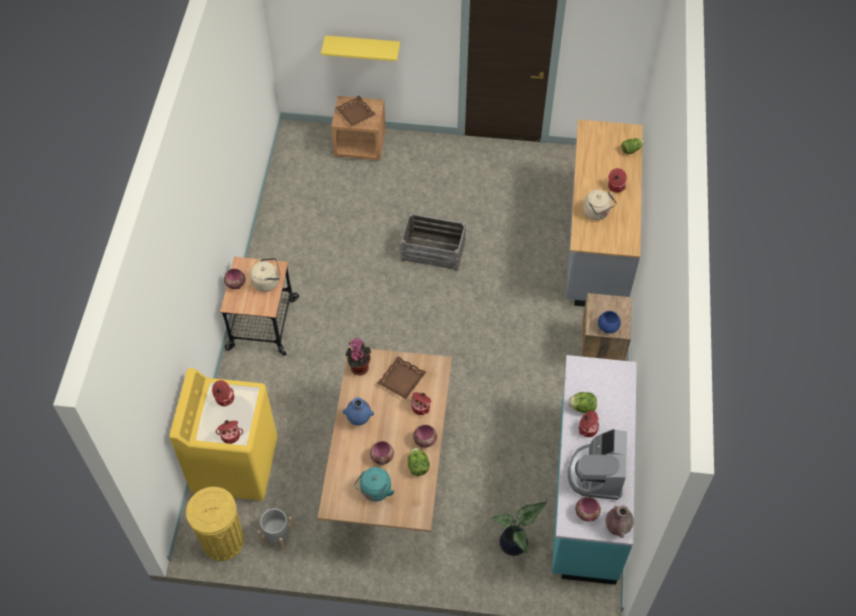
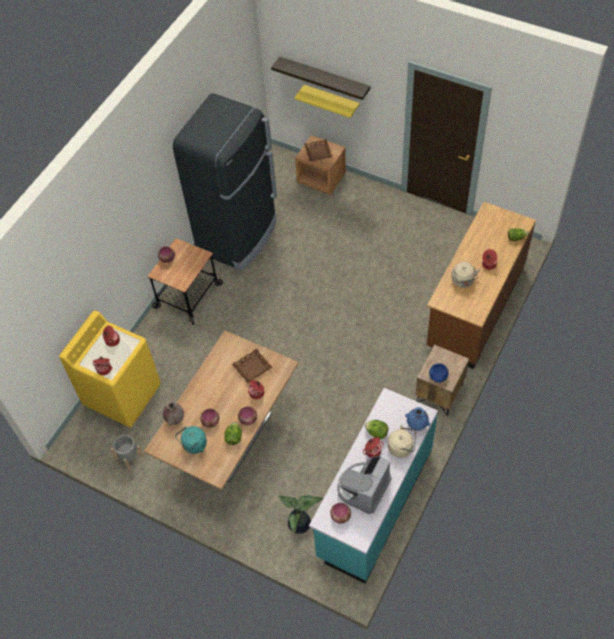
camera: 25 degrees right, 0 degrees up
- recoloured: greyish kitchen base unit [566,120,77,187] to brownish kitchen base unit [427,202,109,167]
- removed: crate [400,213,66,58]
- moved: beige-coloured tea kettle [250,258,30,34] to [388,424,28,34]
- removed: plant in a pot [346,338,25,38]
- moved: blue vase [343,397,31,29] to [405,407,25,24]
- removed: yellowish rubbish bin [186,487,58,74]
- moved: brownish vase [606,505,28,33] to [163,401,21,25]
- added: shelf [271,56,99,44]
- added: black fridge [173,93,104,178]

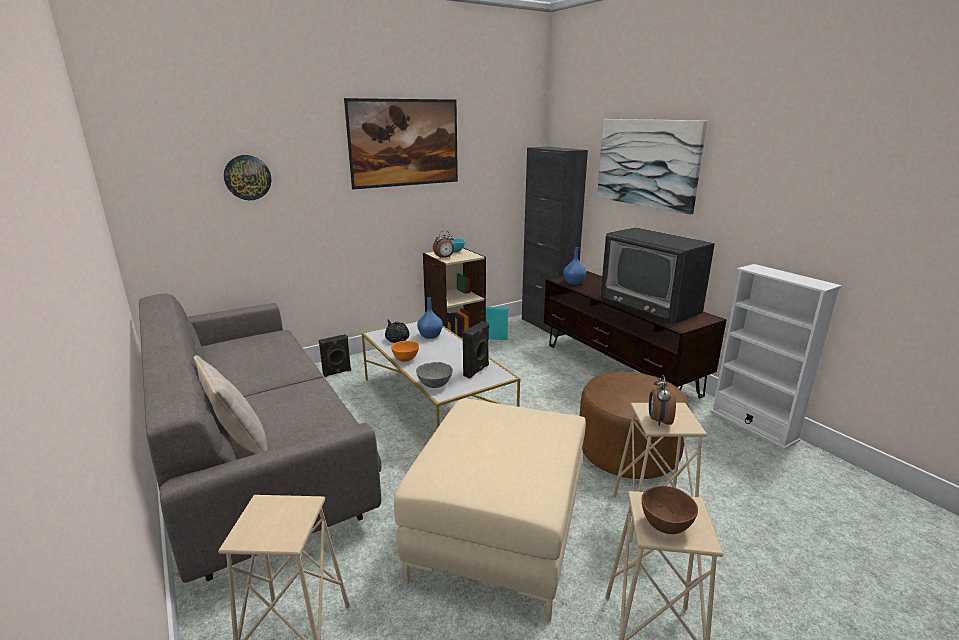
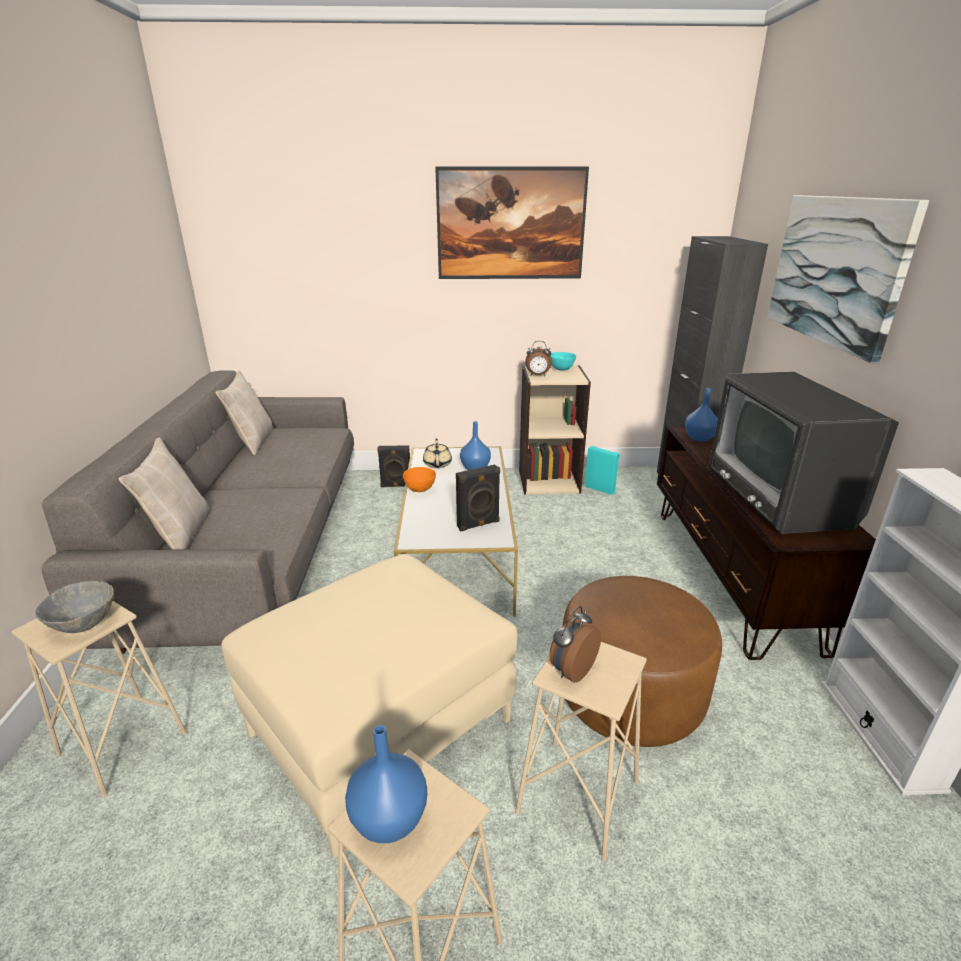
camera: 30 degrees right, 5 degrees up
- removed: hanging clock [224,155,47,45]
- recoloured: black pot for tea [385,320,25,23] to beige-coloured pot for tea [423,439,29,29]
- moved: greyish bowl [416,362,37,26] to [35,581,79,52]
- replaced: brownish bowl [641,486,57,48] to blue vase [345,725,82,118]
- added: beige-coloured pillow [215,370,58,85]

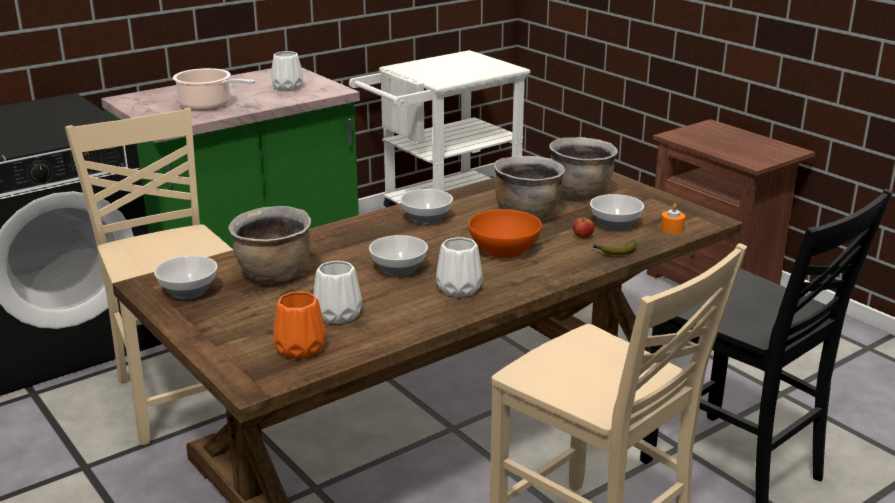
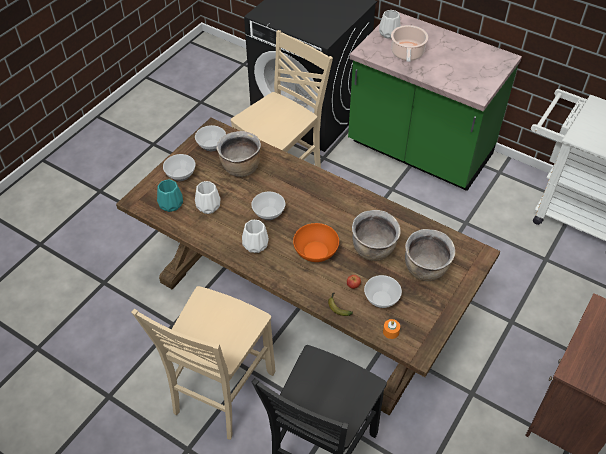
camera: 70 degrees right, 25 degrees up
- moved: white-coloured vase [271,51,32,40] to [379,10,22,29]
- moved: bowl [400,189,53,36] to [163,154,33,27]
- recoloured: orangey vase [273,291,53,68] to turquoise-coloured vase [157,179,26,33]

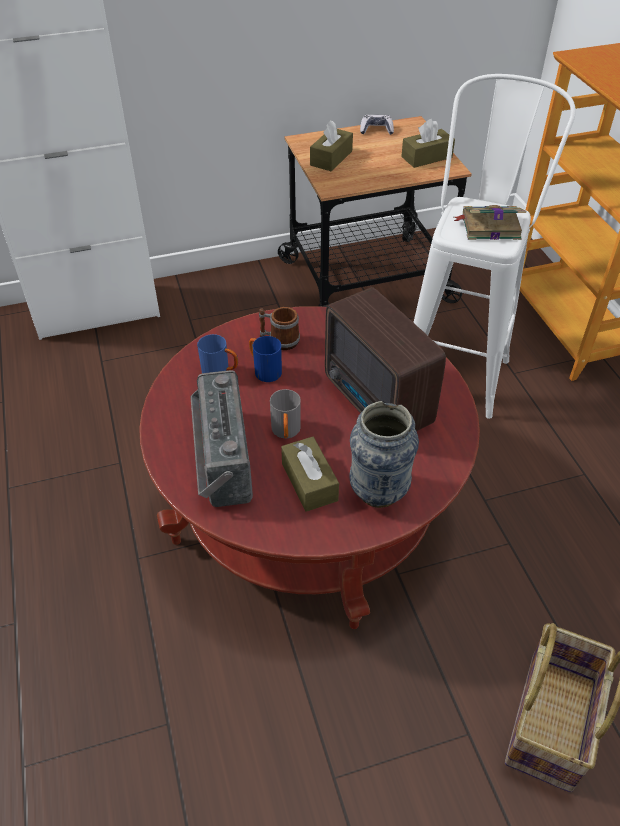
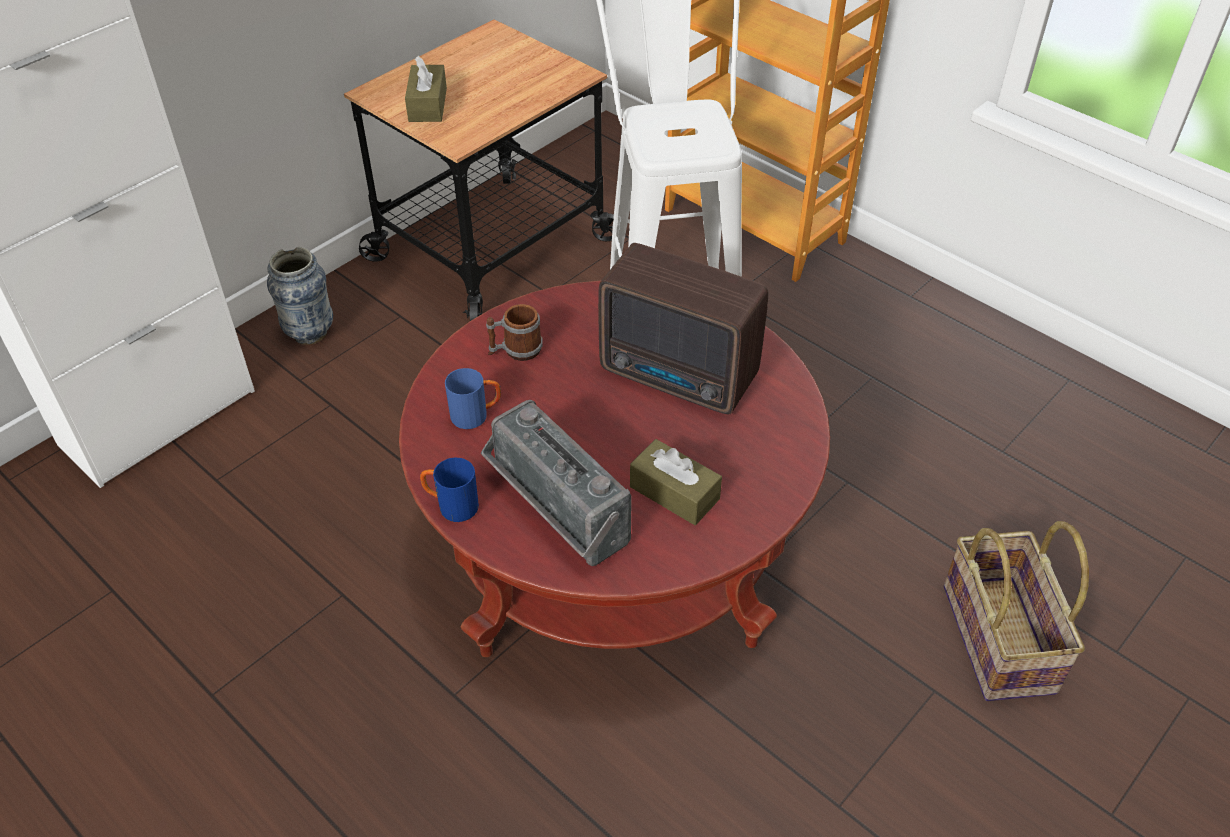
camera: 30 degrees left, 0 degrees up
- removed: joypad [360,115,34,20]
- removed: brownish box of tissues [401,119,54,49]
- removed: bound book [454,205,72,35]
- moved: blue mug [249,336,33,46] to [420,458,59,64]
- removed: greyish mug [270,389,31,49]
- moved: vase [349,401,70,107] to [267,247,66,98]

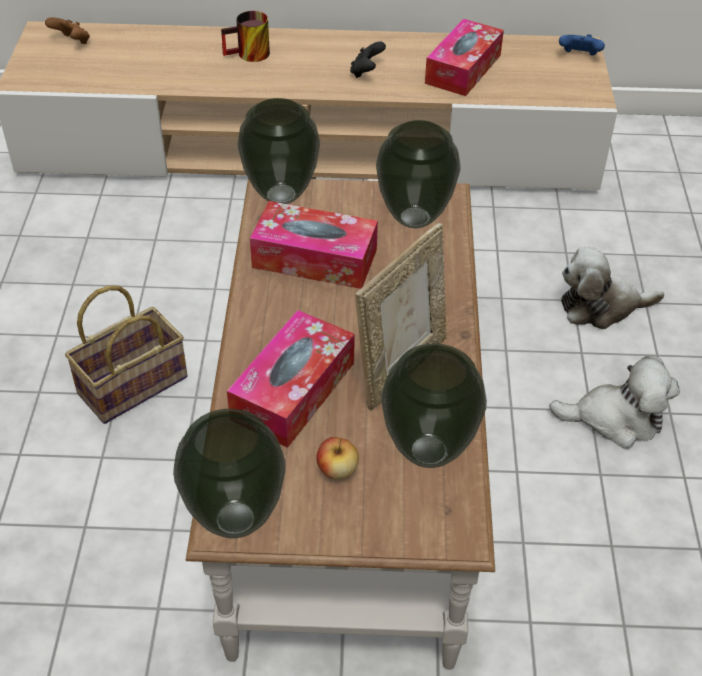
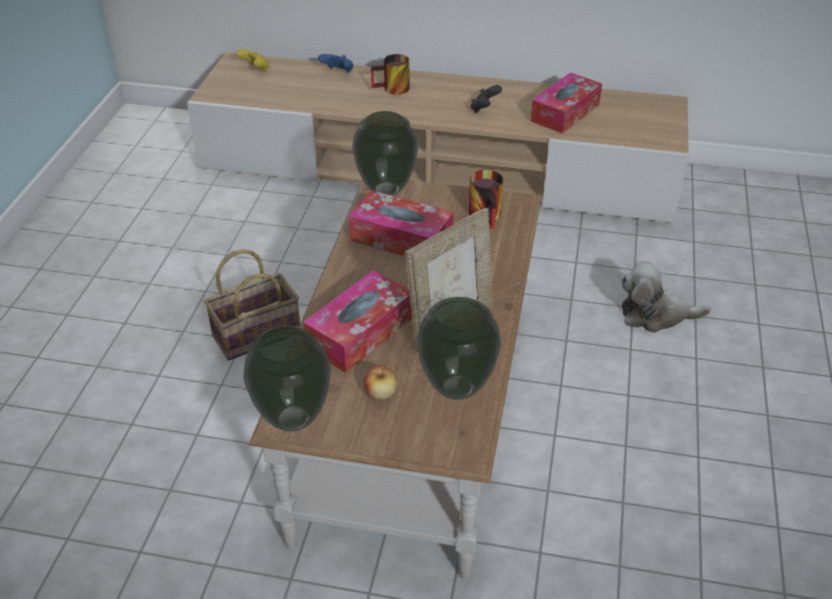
camera: 10 degrees right, 5 degrees down
- recoloured: brownish joypad [45,17,45,27] to yellowish joypad [236,49,34,23]
- moved: blue joypad [559,34,46,22] to [318,54,35,18]
- replaced: vase [376,120,84,108] to mug [468,170,35,59]
- removed: cuddly toy [549,355,131,94]

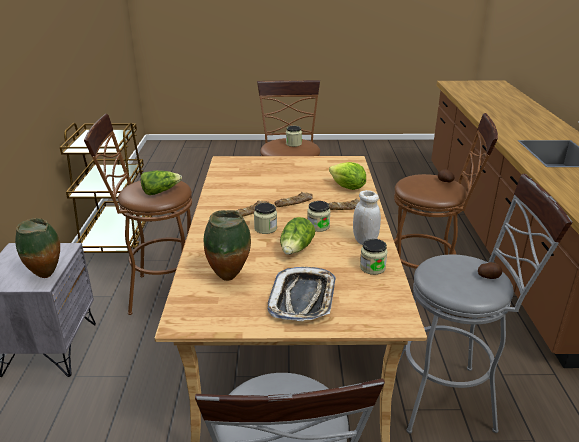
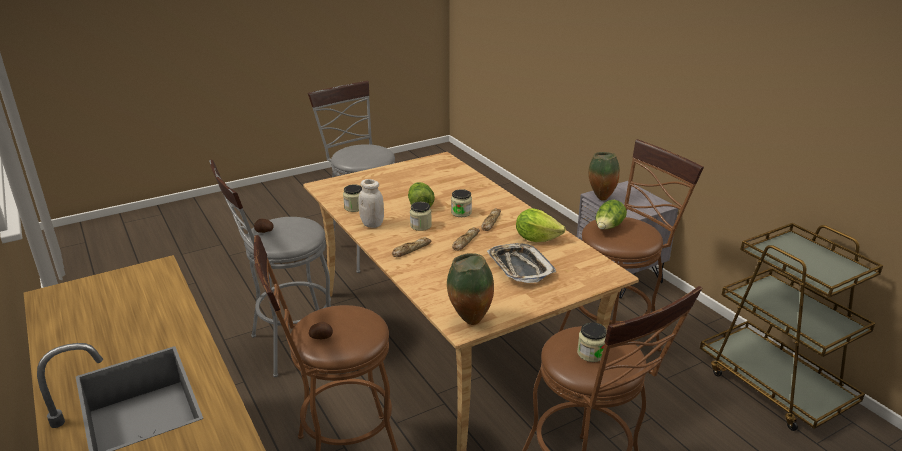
camera: 150 degrees right, 0 degrees up
- moved: head of lettuce [329,162,37,28] to [516,208,50,34]
- moved: vase [204,210,47,71] to [447,253,47,72]
- moved: tray [268,267,68,54] to [487,243,69,40]

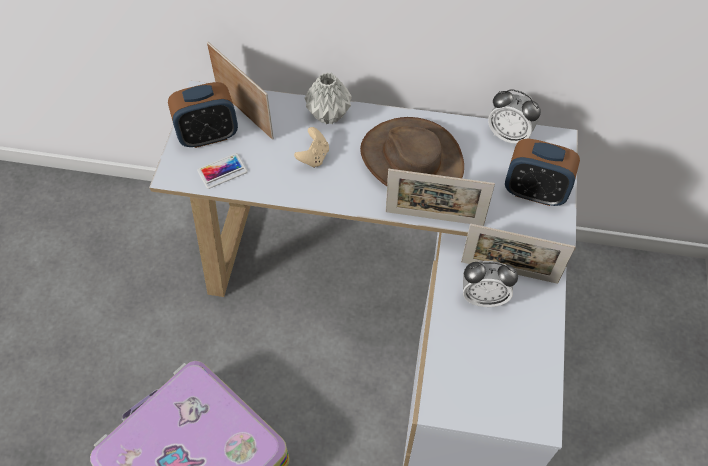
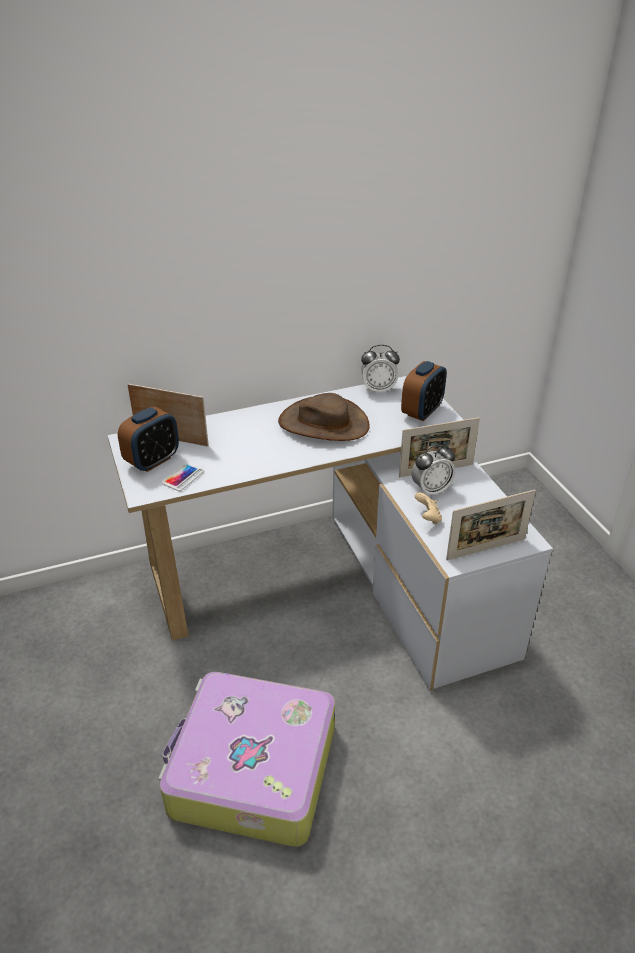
camera: 30 degrees left, 20 degrees down
- removed: greyish vase [305,72,47,52]
- moved: beige-coloured joypad [294,127,35,41] to [415,493,27,31]
- turned: table clock [505,138,75,68] = [401,361,46,60] 45 degrees counterclockwise
- moved: picture frame [386,169,109,57] to [446,490,90,71]

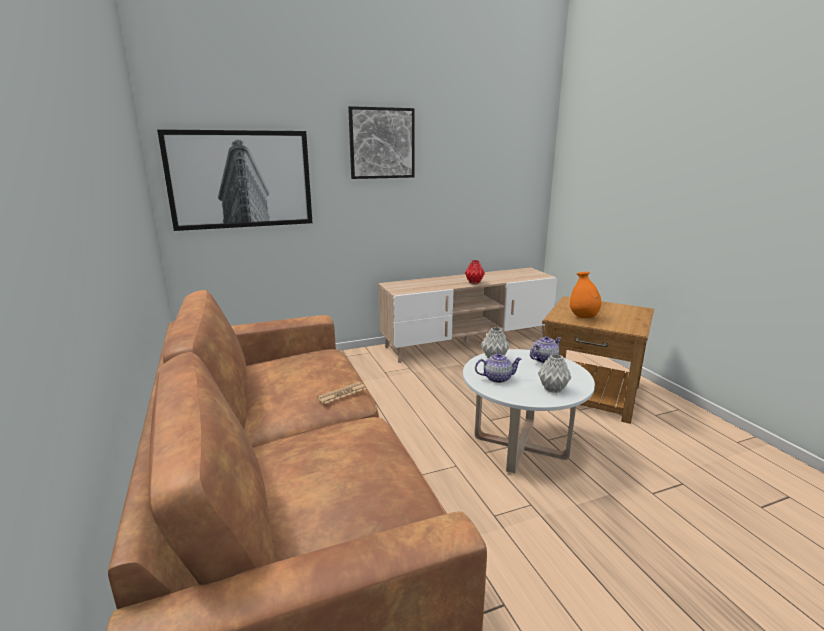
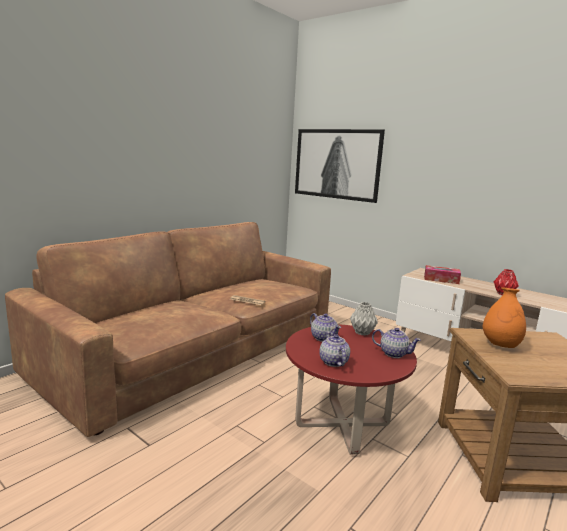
camera: 60 degrees right, 5 degrees down
- removed: wall art [348,106,67,73]
- recoloured: white-coloured low table [463,349,132,125] to red low table [286,325,131,130]
- replaced: greyish vase [538,354,33,39] to pot for tea [319,332,31,35]
- added: box of tissues [424,265,37,19]

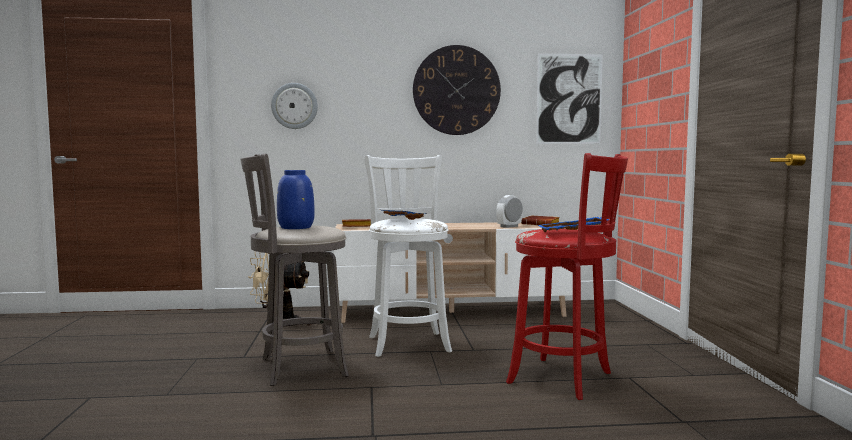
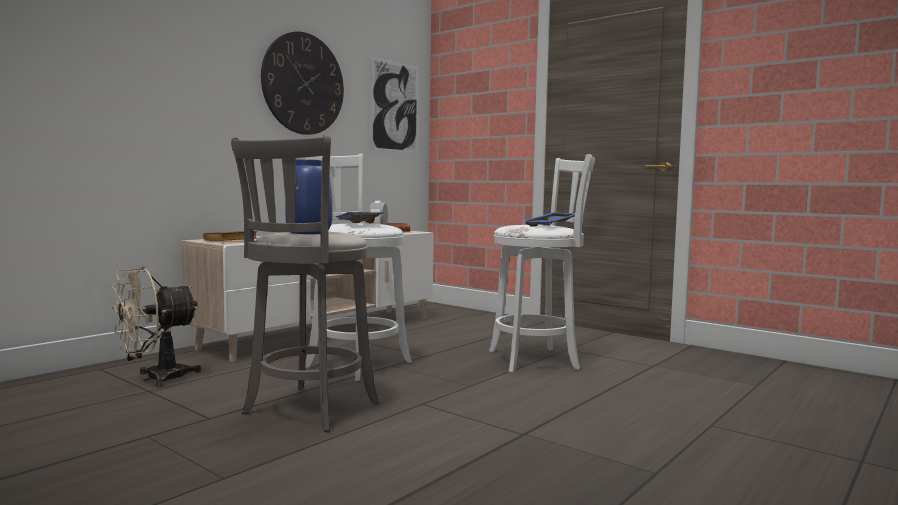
camera: 45 degrees left, 0 degrees up
- removed: hanging clock [271,83,47,46]
- recoloured: red sitting stool [506,153,122,247] to white-coloured sitting stool [489,154,106,218]

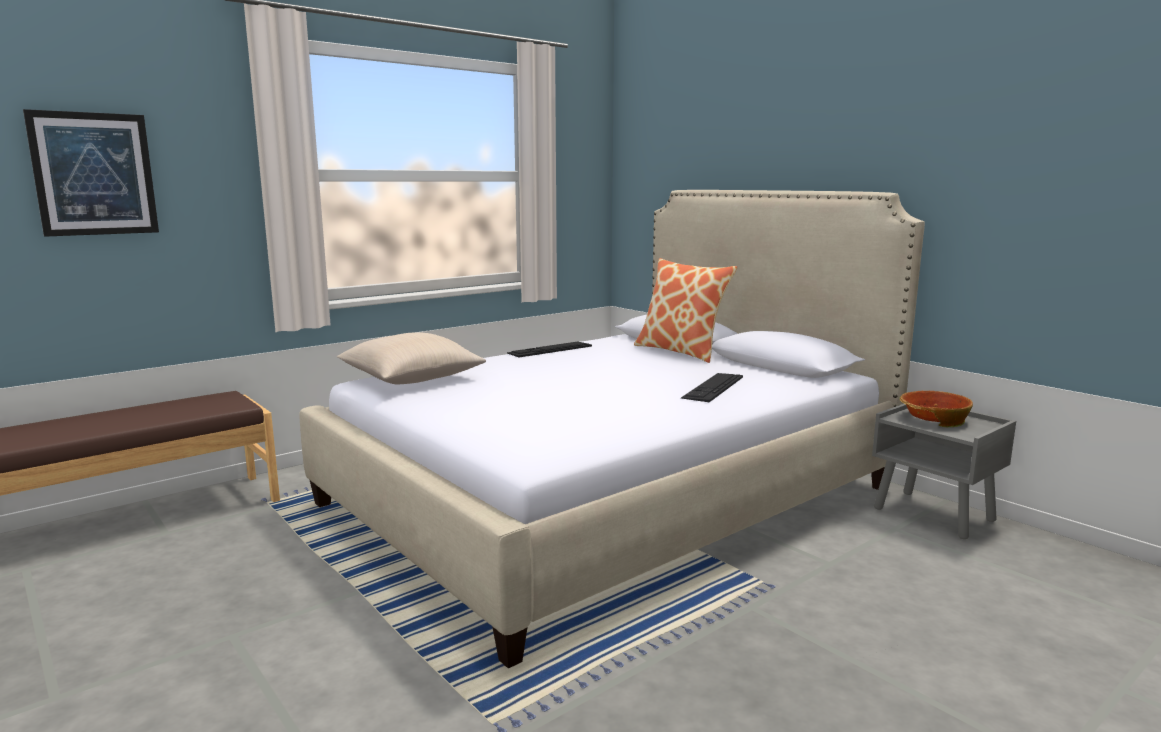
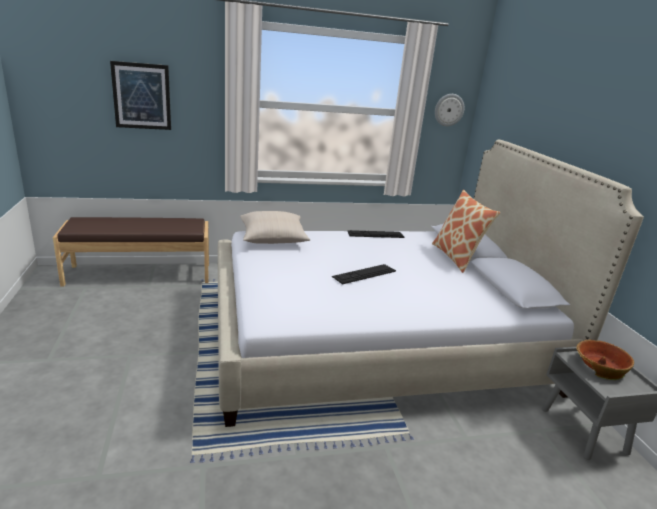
camera: 25 degrees right, 10 degrees up
- moved: keyboard [681,373,62,29] to [332,264,64,20]
- added: hanging clock [435,94,30,32]

